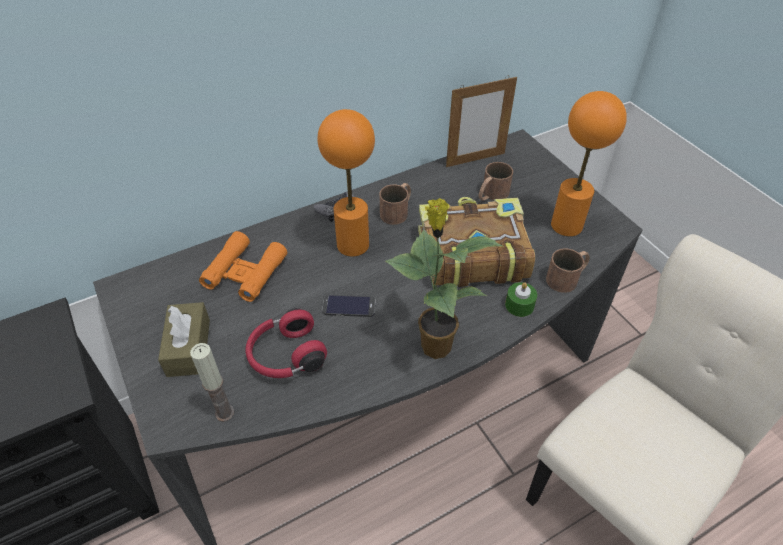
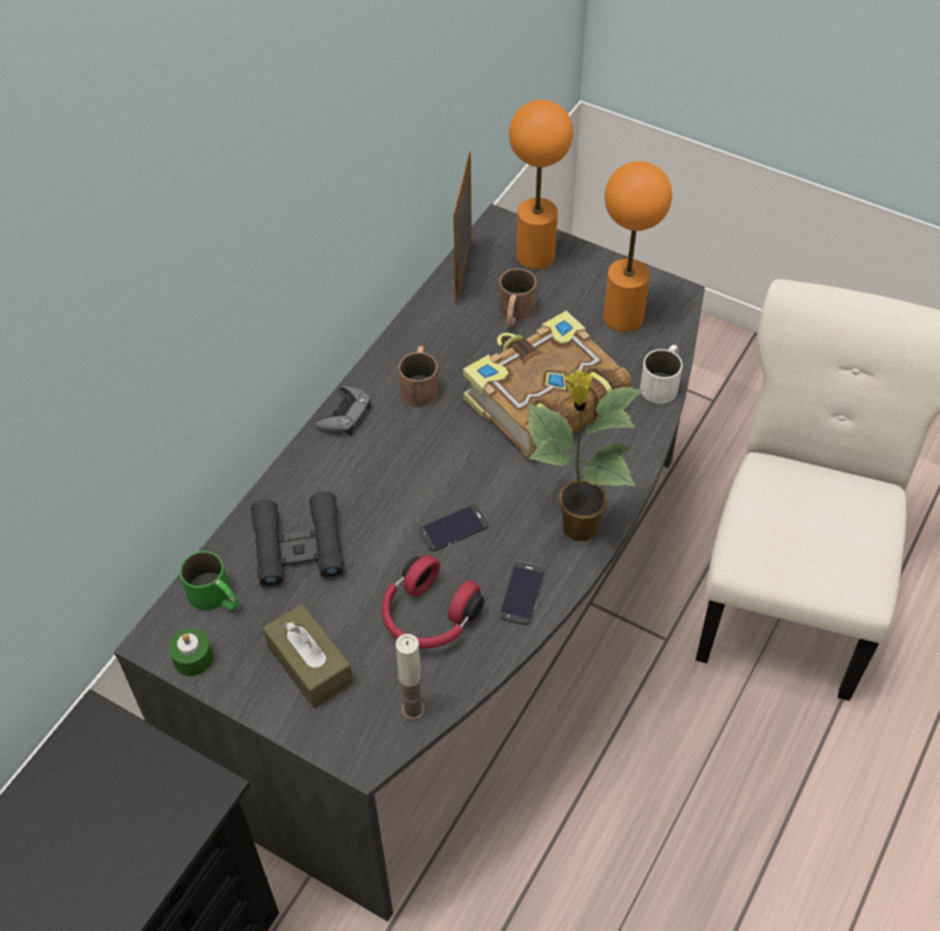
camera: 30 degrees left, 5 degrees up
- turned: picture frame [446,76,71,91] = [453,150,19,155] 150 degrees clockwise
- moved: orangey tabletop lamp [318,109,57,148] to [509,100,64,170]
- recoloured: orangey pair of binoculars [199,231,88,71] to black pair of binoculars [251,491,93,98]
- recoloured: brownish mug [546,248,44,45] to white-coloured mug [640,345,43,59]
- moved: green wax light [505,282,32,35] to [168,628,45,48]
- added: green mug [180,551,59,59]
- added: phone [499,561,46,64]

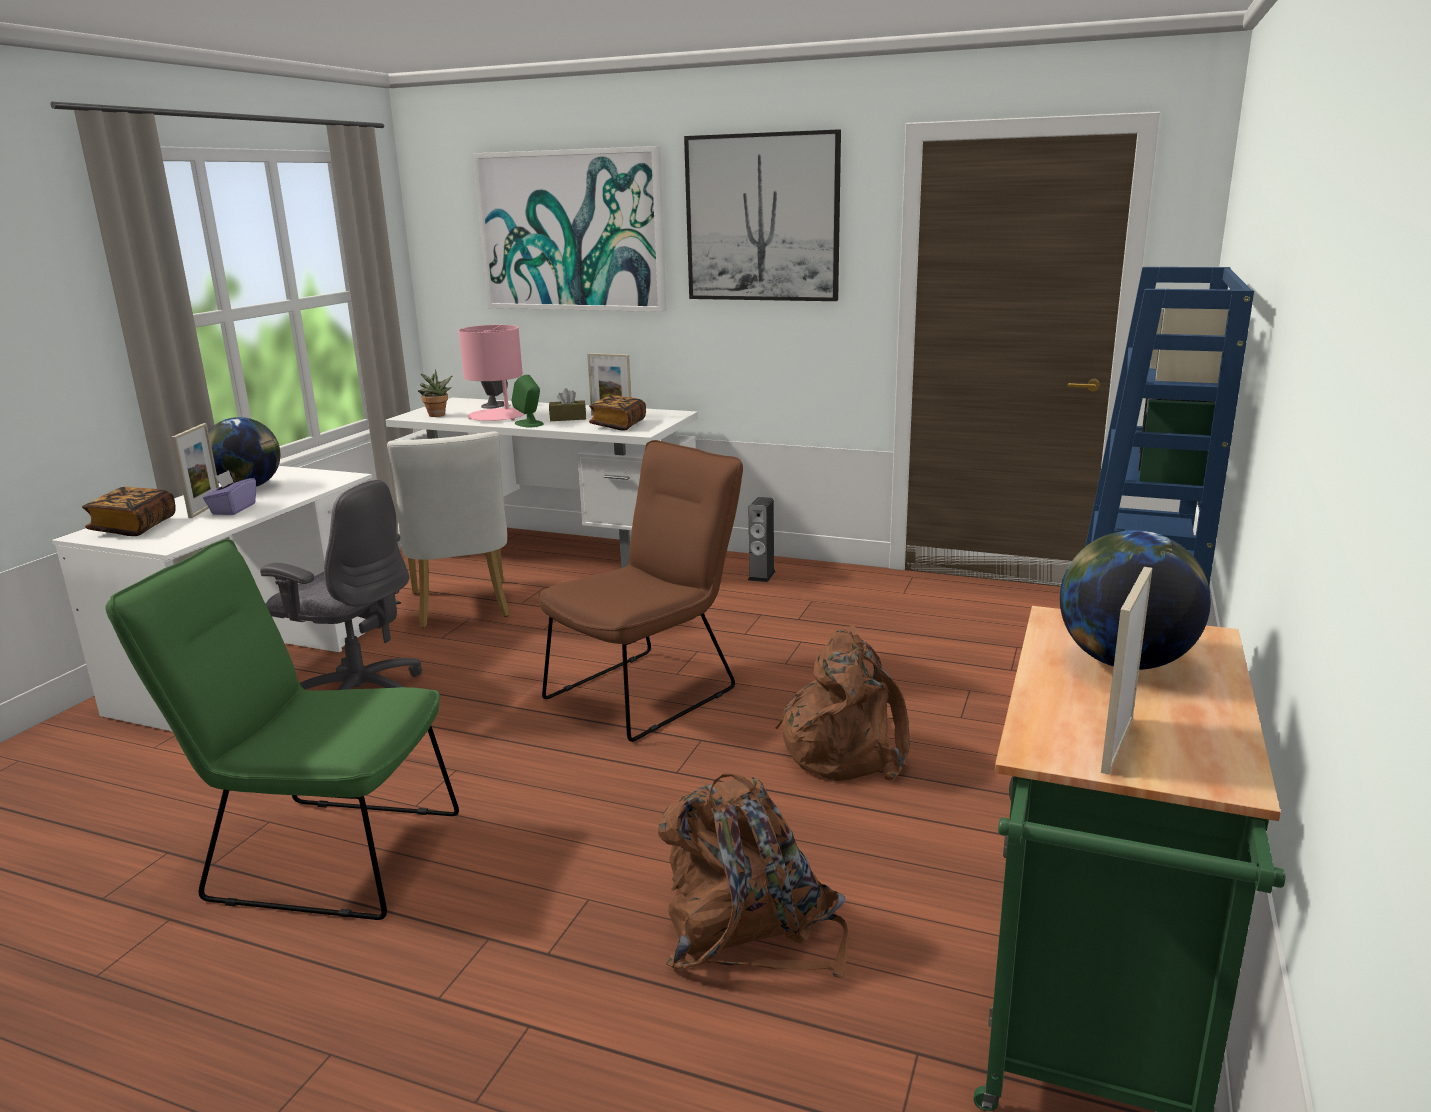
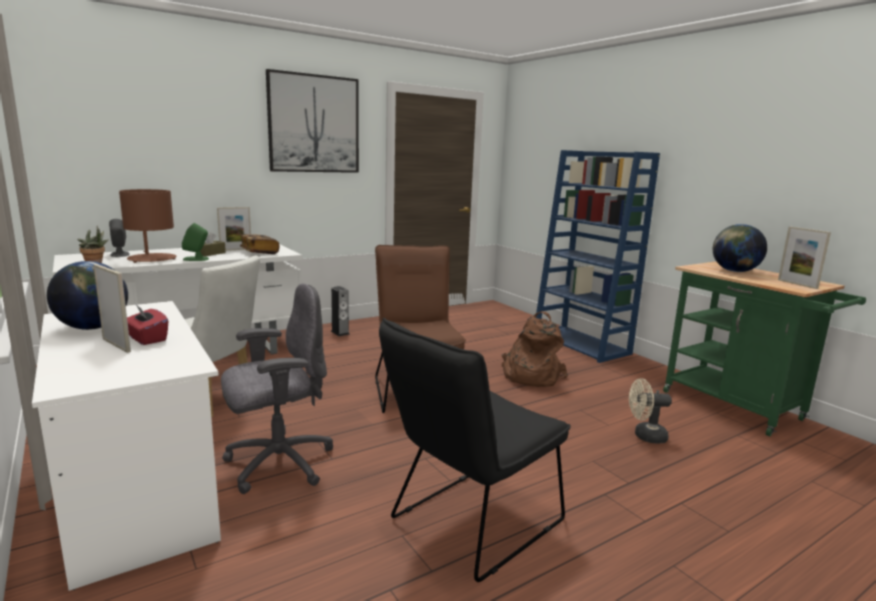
camera: 55 degrees left, 5 degrees down
- removed: wall art [473,146,194,166]
- recoloured: pink-coloured tabletop lamp [459,325,66,96] to brownish tabletop lamp [119,189,57,74]
- recoloured: purple box of tissues [203,470,53,45] to red box of tissues [127,305,41,40]
- removed: bound book [82,487,94,49]
- recoloured: green upright chair [106,539,353,381] to black upright chair [379,318,192,264]
- replaced: brownish backpack [658,773,190,205] to beige-coloured fan [629,378,43,65]

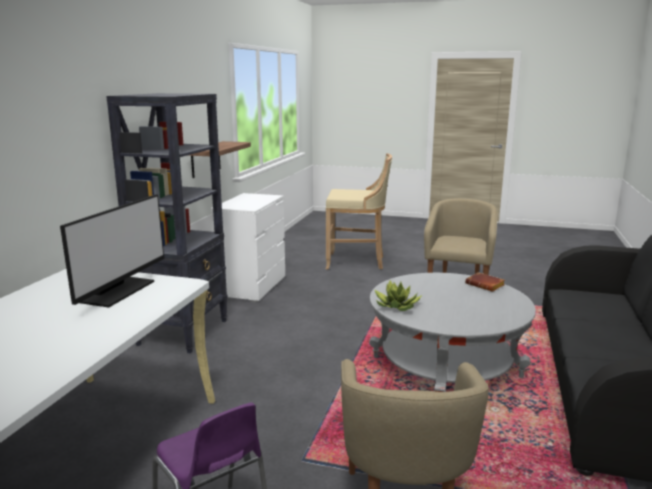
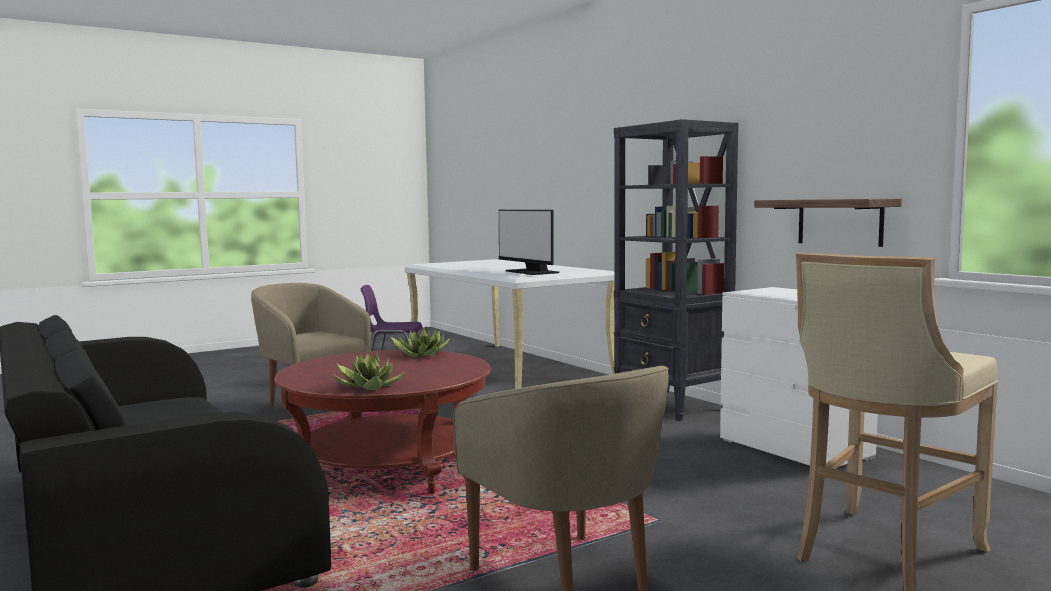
camera: 130 degrees right, 10 degrees down
- replaced: brownish bound book [465,272,40,20] to plant in a pot [332,353,73,37]
- recoloured: greyish low table [369,273,167,119] to red low table [274,350,217,144]

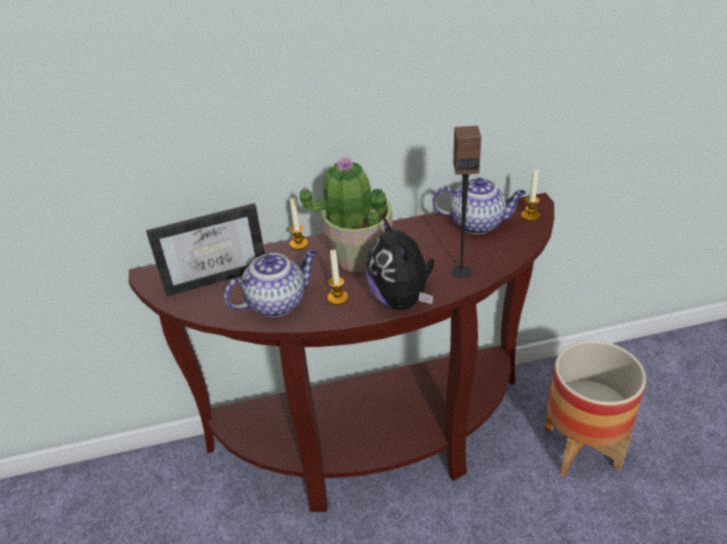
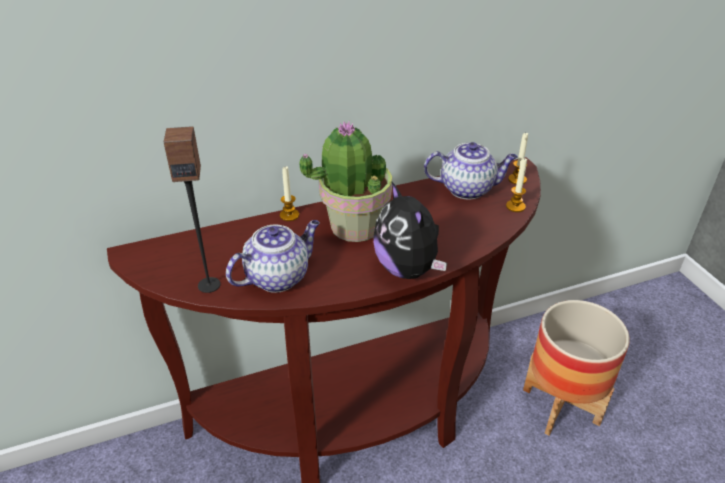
camera: 10 degrees left, 0 degrees up
- moved: audio speaker [451,126,30,152] to [164,126,57,167]
- removed: picture frame [146,203,119,94]
- moved: wax light [328,249,20,56] to [506,157,21,55]

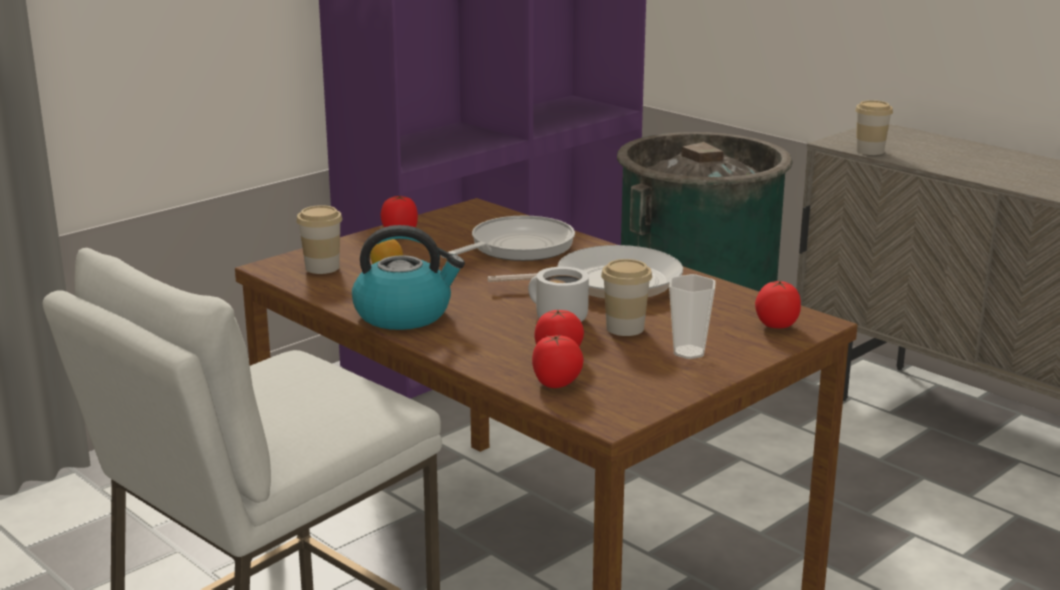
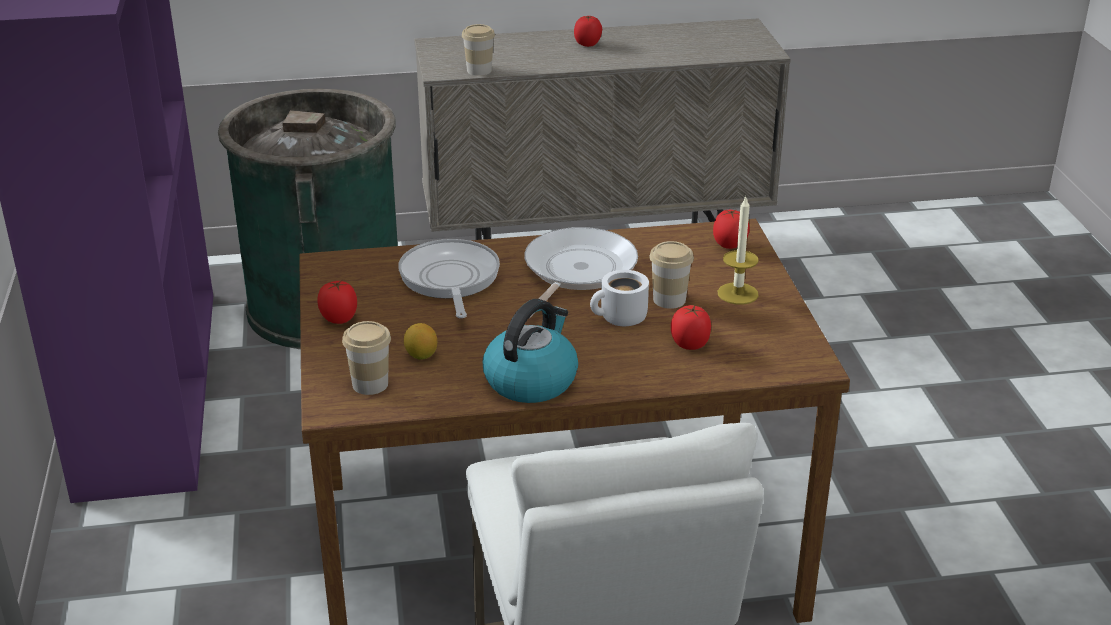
camera: 55 degrees left, 10 degrees up
- replaced: small cup [669,274,47,85] to wax light [718,195,41,110]
- moved: whole tomato [532,334,52,54] to [574,16,28,31]

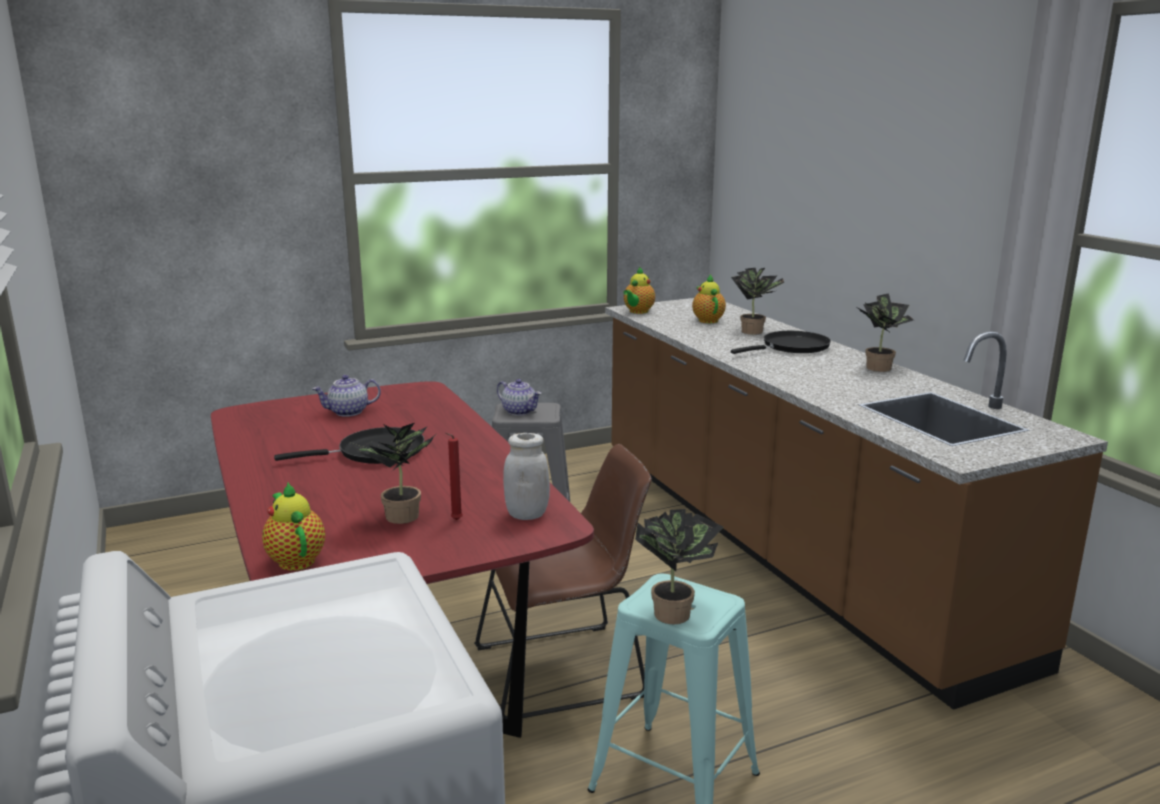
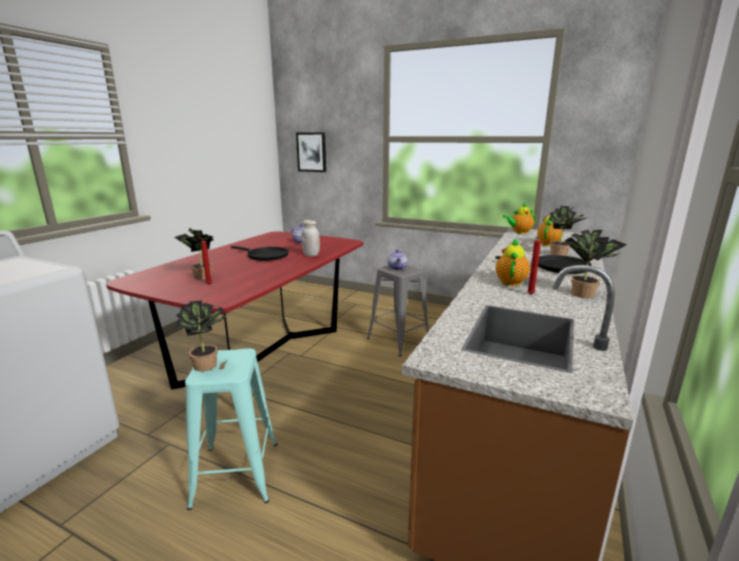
camera: 50 degrees right, 0 degrees up
- moved: white-coloured preserve jar [503,433,47,87] to [301,220,19,36]
- removed: brownish upright chair [474,444,178,275]
- moved: pot for tea [262,482,63,89] to [496,238,34,48]
- added: wall art [296,132,30,40]
- added: red wax light [527,234,14,61]

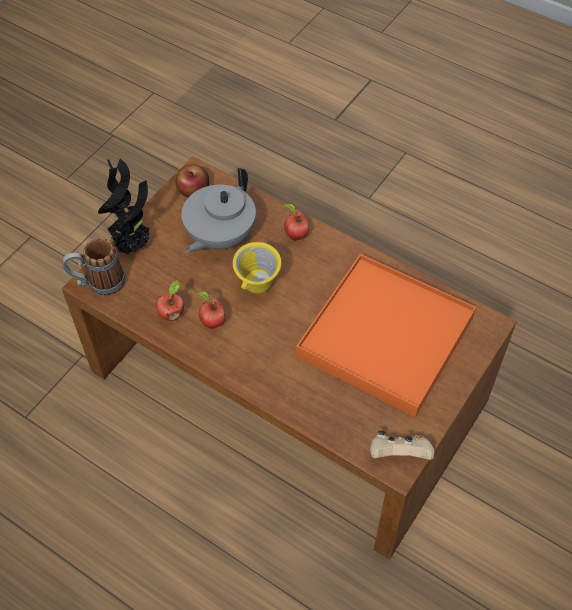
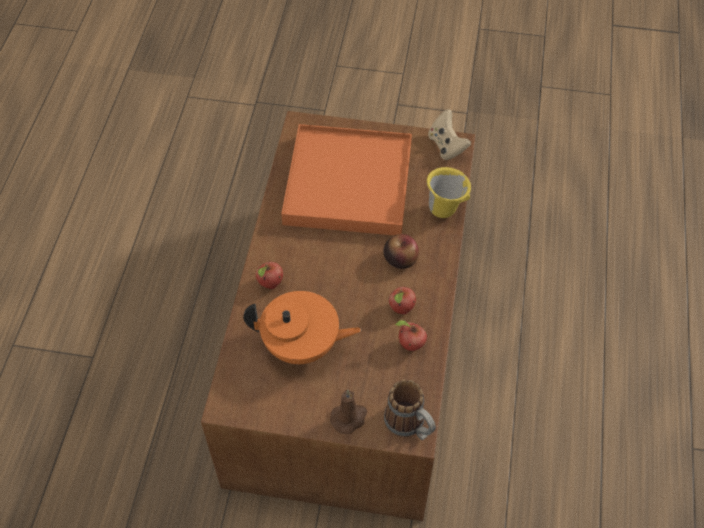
camera: 115 degrees left, 0 degrees up
- replaced: plant in a pot [98,159,52,95] to brownish wax light [330,390,37,44]
- moved: apple fruit [176,164,33,33] to [383,234,36,35]
- recoloured: greyish pot for tea [181,168,75,85] to orangey pot for tea [243,291,118,73]
- moved: yellowish mug [233,242,49,52] to [427,167,44,51]

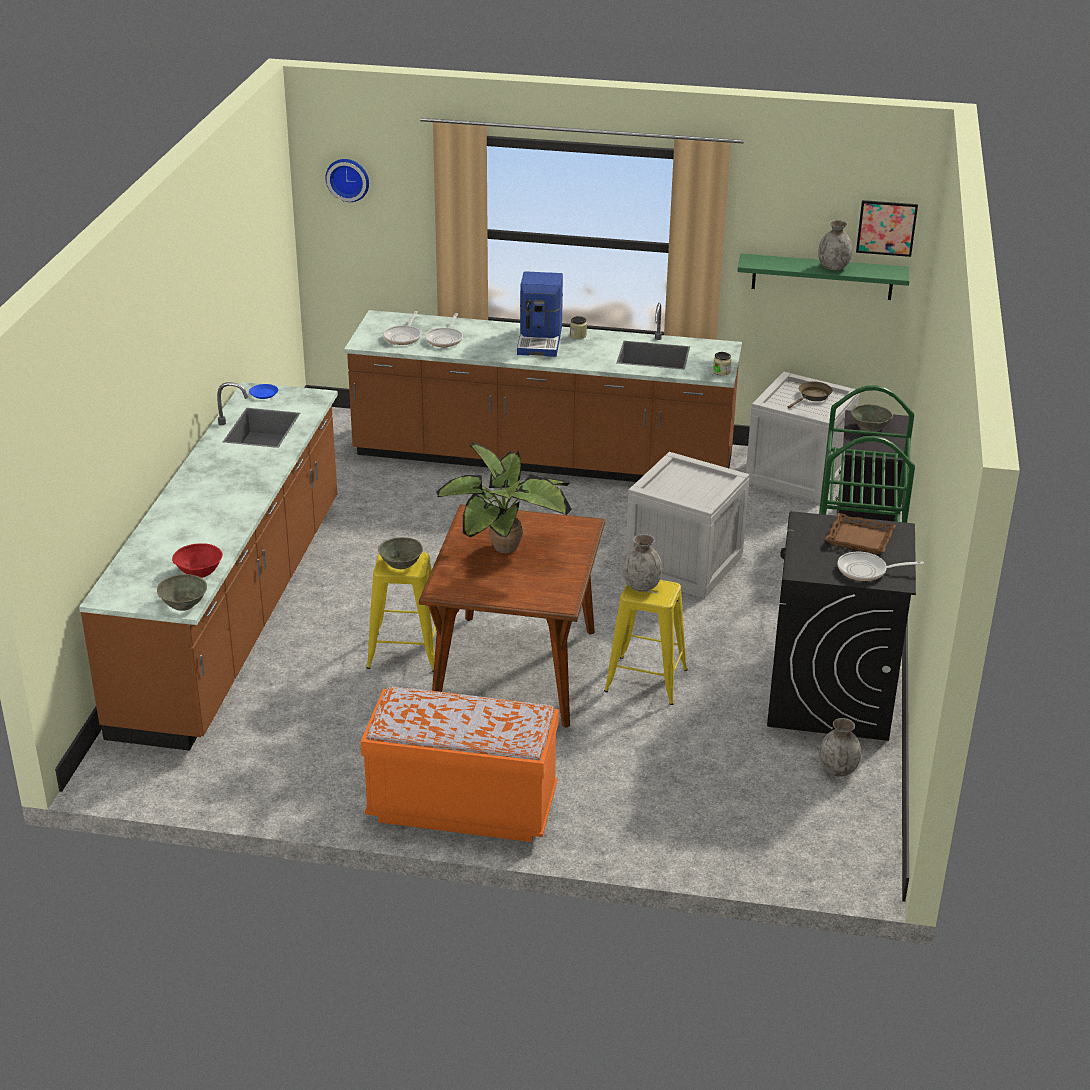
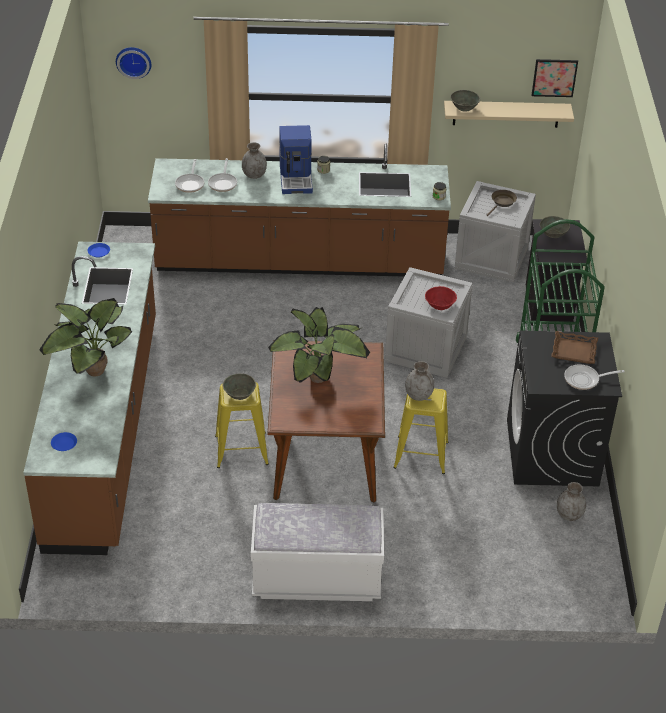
camera: 10 degrees left, 10 degrees up
- moved: greyish vase [818,220,34,50] to [242,142,25,37]
- recoloured: green shelf [737,254,173,46] to beige-coloured shelf [444,101,130,27]
- moved: red bowl [172,543,51,35] to [425,286,32,24]
- moved: greyish bowl [157,574,50,37] to [450,90,30,22]
- recoloured: orangey long seat [361,687,198,155] to white-coloured long seat [251,503,133,98]
- added: plant in a pot [39,298,93,79]
- added: blue flat dish [51,432,26,19]

